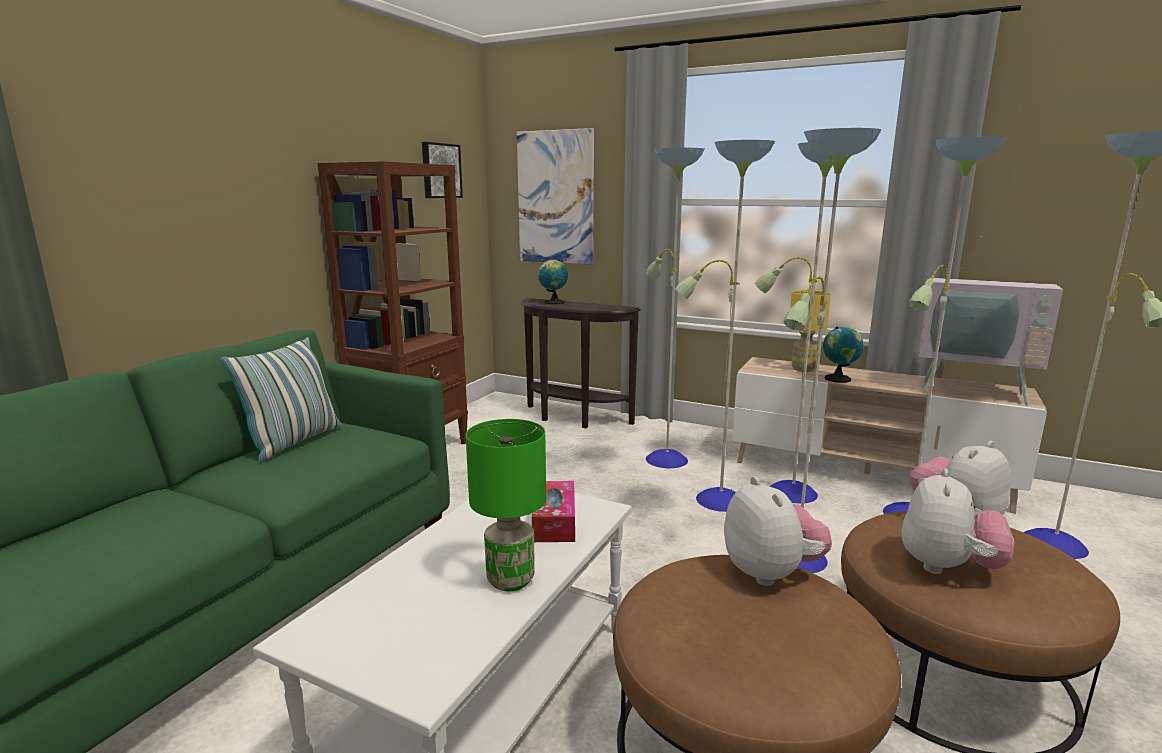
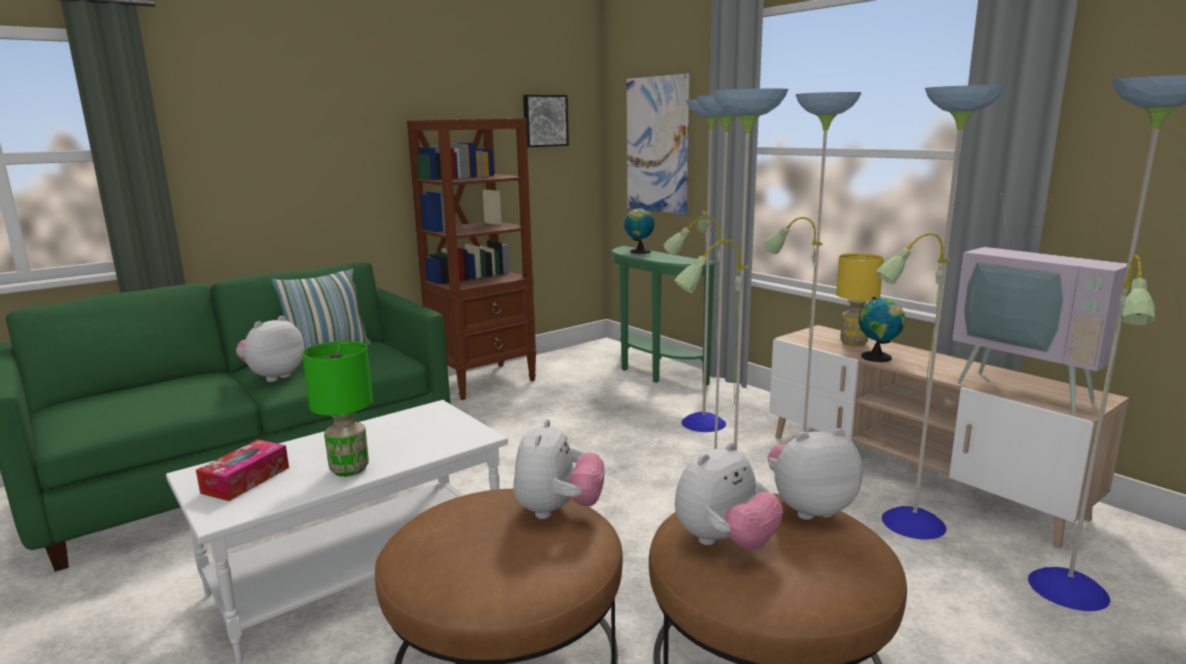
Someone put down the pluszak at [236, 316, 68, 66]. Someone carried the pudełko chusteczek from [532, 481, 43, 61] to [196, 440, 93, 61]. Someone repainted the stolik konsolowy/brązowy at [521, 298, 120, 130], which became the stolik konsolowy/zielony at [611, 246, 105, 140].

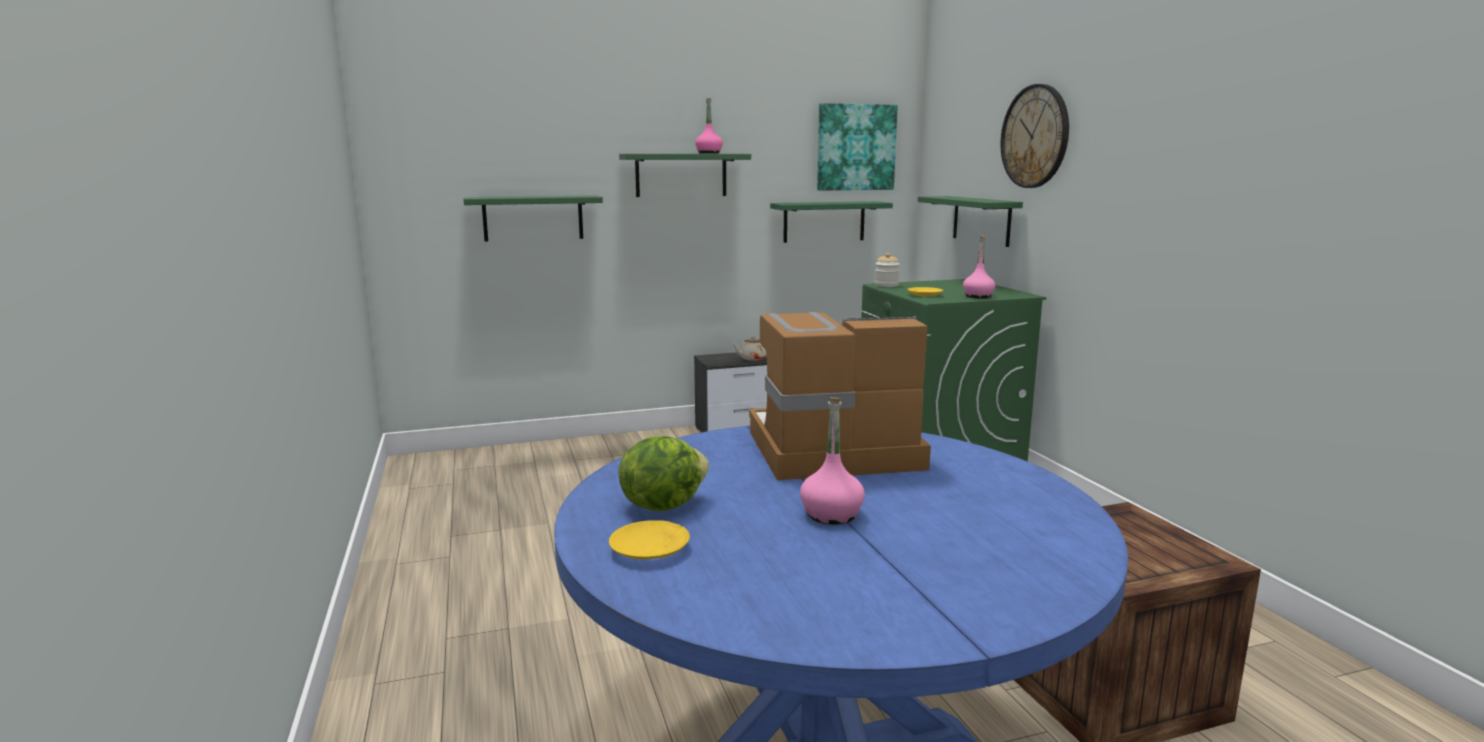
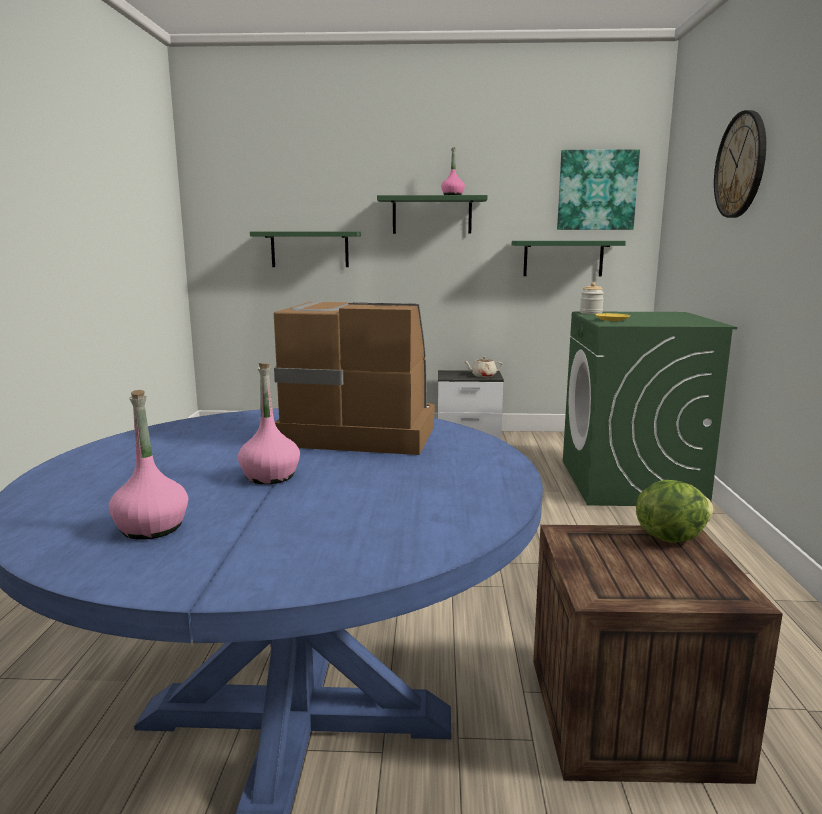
Someone took away the talerz/żółty at [609, 520, 81, 40]. Someone took away the półka/zielony at [918, 196, 105, 51]. Someone carried the sałata from [618, 436, 91, 76] to [636, 480, 78, 63]. Someone carried the butelka/różowy from [963, 236, 32, 62] to [109, 390, 79, 150].

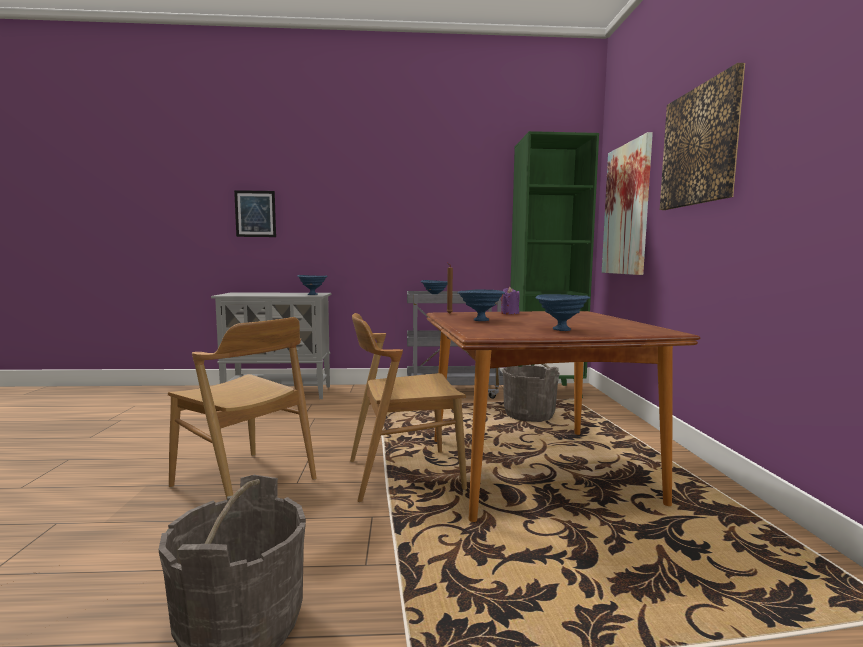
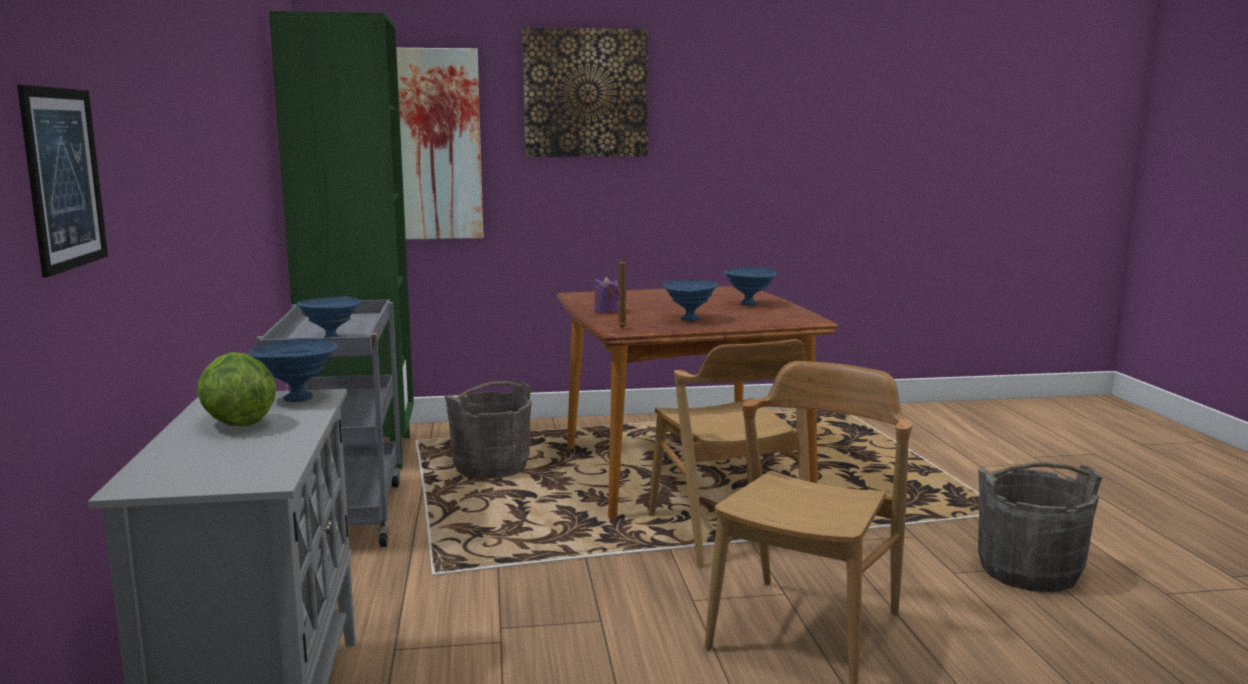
Someone put down the sałata at [197, 352, 79, 74].

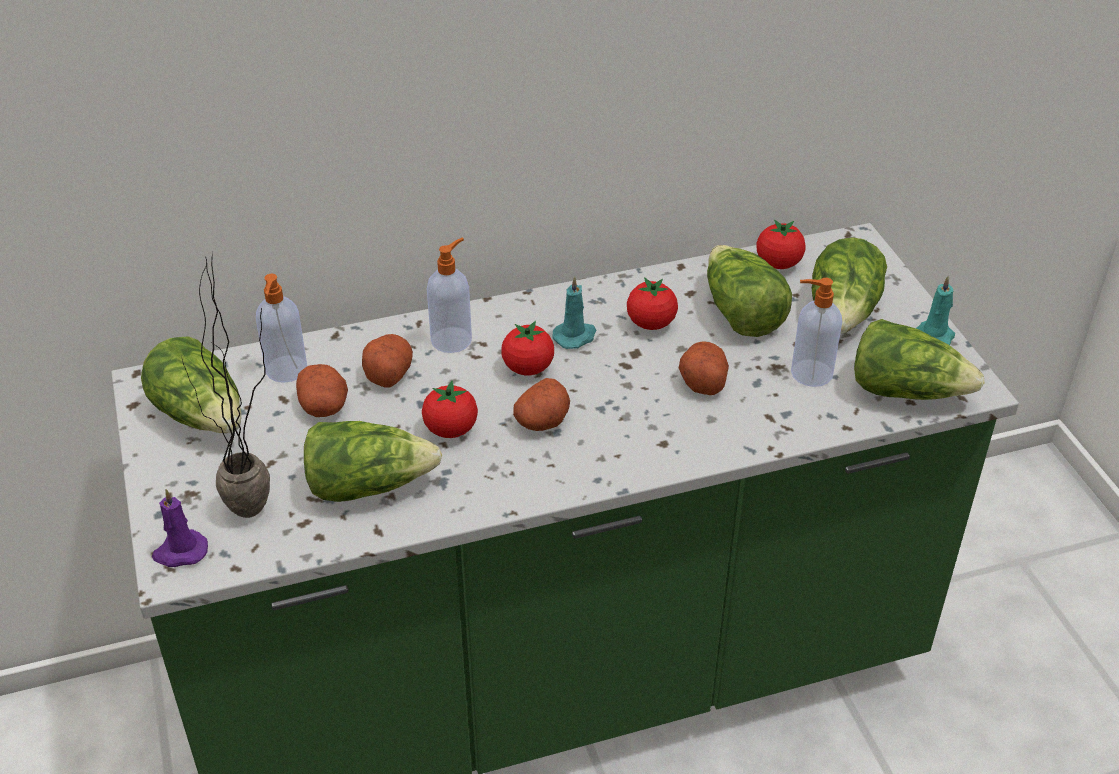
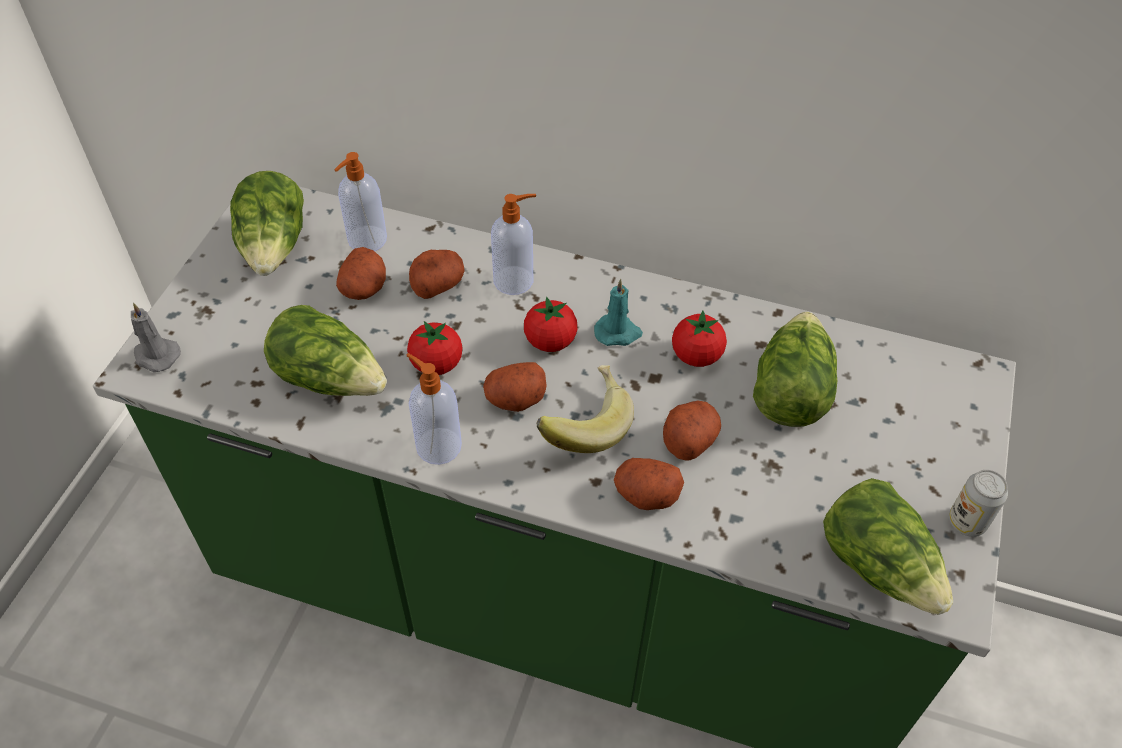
Someone took away the roślina doniczkowa at [181, 253, 89, 265]. Someone took away the pomidor at [756, 220, 50, 49]. Someone took away the sałata at [812, 237, 75, 97]. Someone put down the banan at [536, 365, 98, 88]. Someone put down the ziemniak at [614, 458, 70, 52]. Someone carried the dozownik mydła from [791, 278, 51, 109] to [407, 353, 55, 112]. Someone swapped the świeca/turkusowy at [916, 276, 39, 69] for the puszka at [949, 470, 59, 67]. Someone repainted the świeca/fioletowy at [152, 489, 56, 78], which became the świeca/szary at [131, 302, 50, 70].

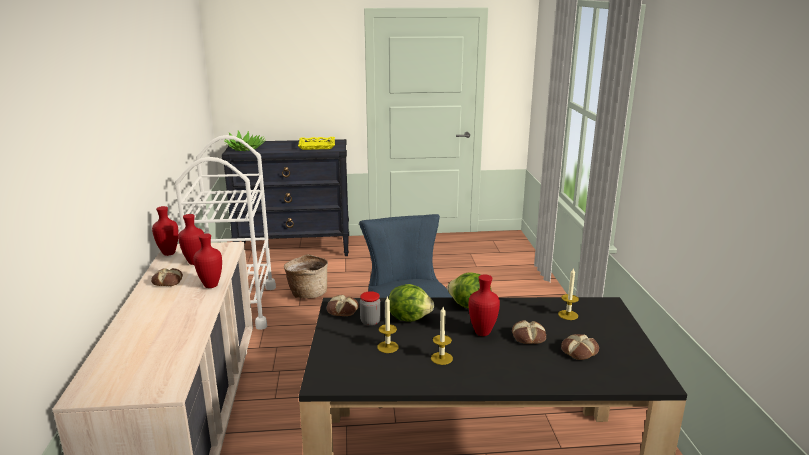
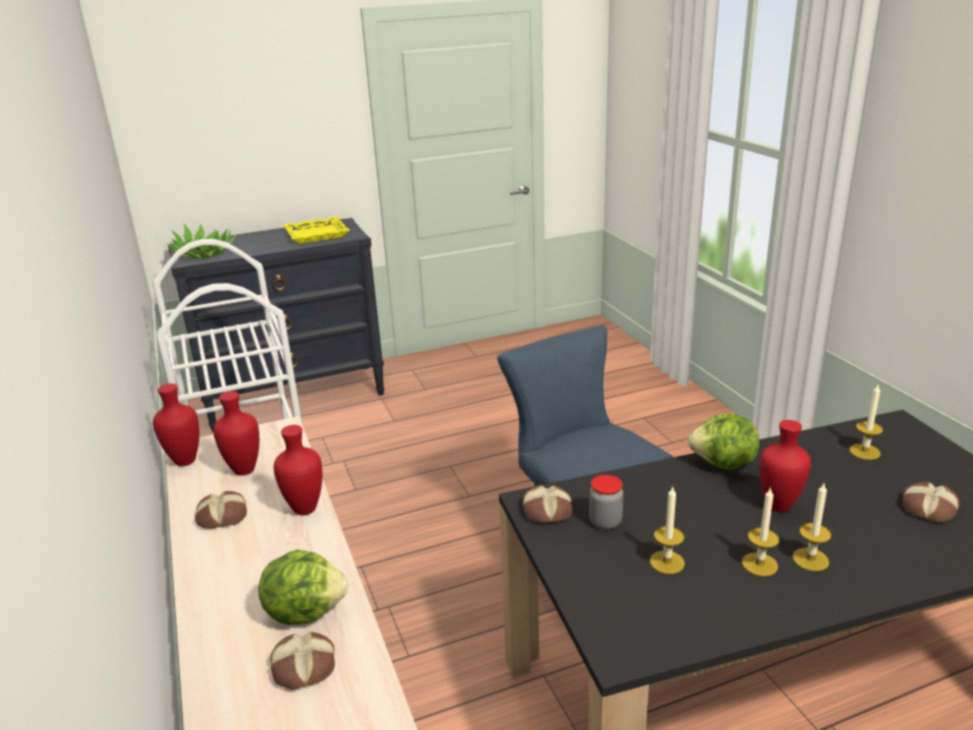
Someone took away the koszyk at [284, 254, 44, 44]. Someone put down the świeca at [792, 484, 40, 87]. Someone carried the sałata from [388, 284, 46, 38] to [259, 550, 89, 75]. Someone carried the chleb from [512, 320, 34, 24] to [271, 632, 64, 57].

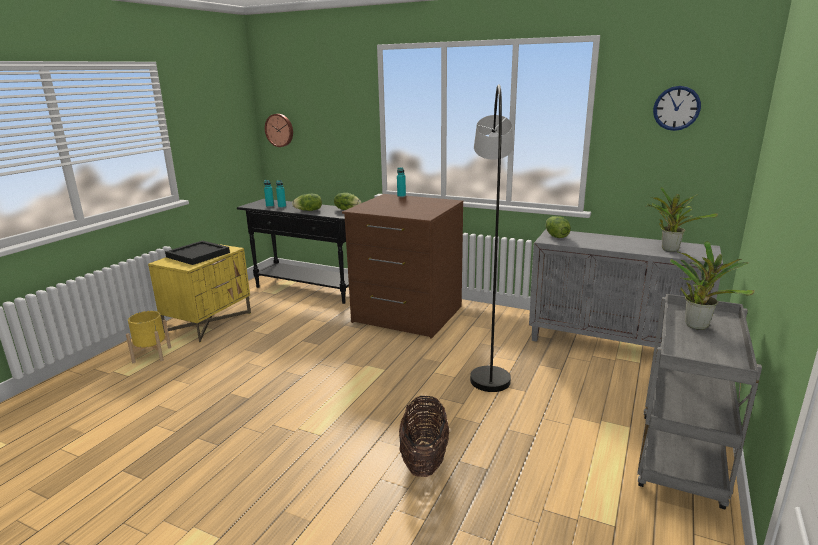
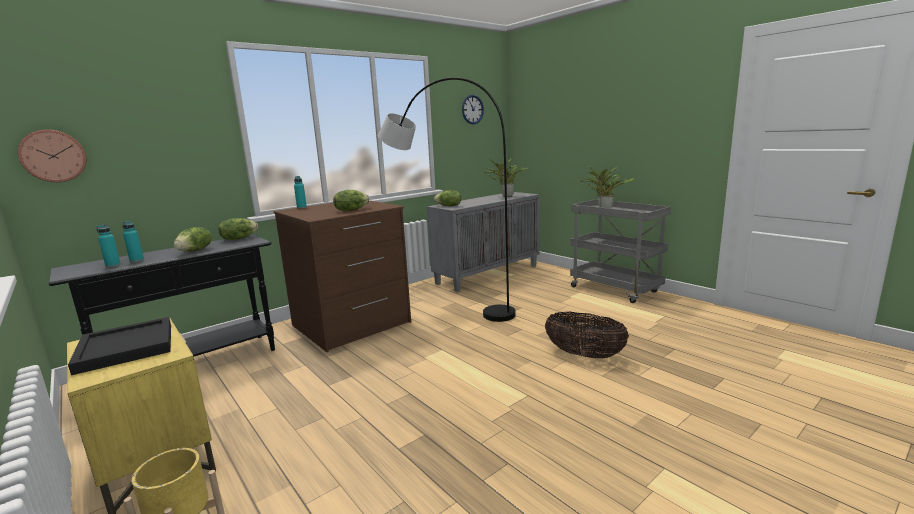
Someone put down the sałata at [333, 190, 36, 21].

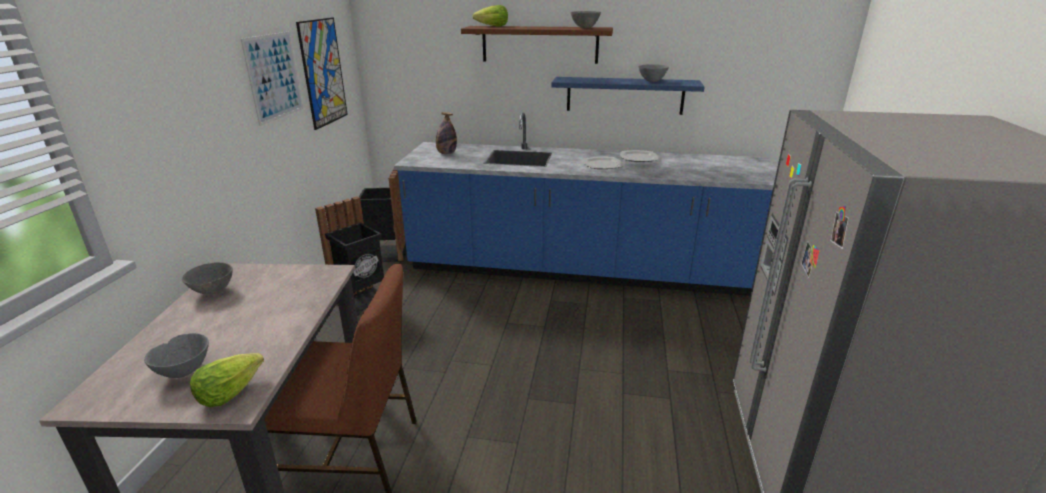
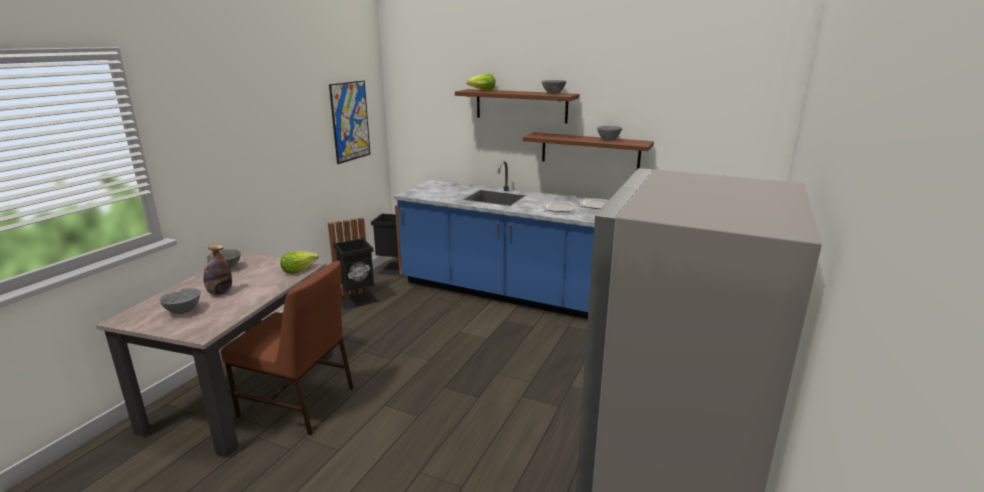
Someone took away the obraz at [241, 31, 62, 95]. Someone carried the sałata from [190, 353, 74, 54] to [280, 251, 38, 23]. Someone carried the butelka from [436, 112, 21, 42] to [203, 245, 29, 50]. Someone repainted the półka/niebieski at [551, 77, 154, 38], which became the półka/brązowy at [523, 132, 131, 37].

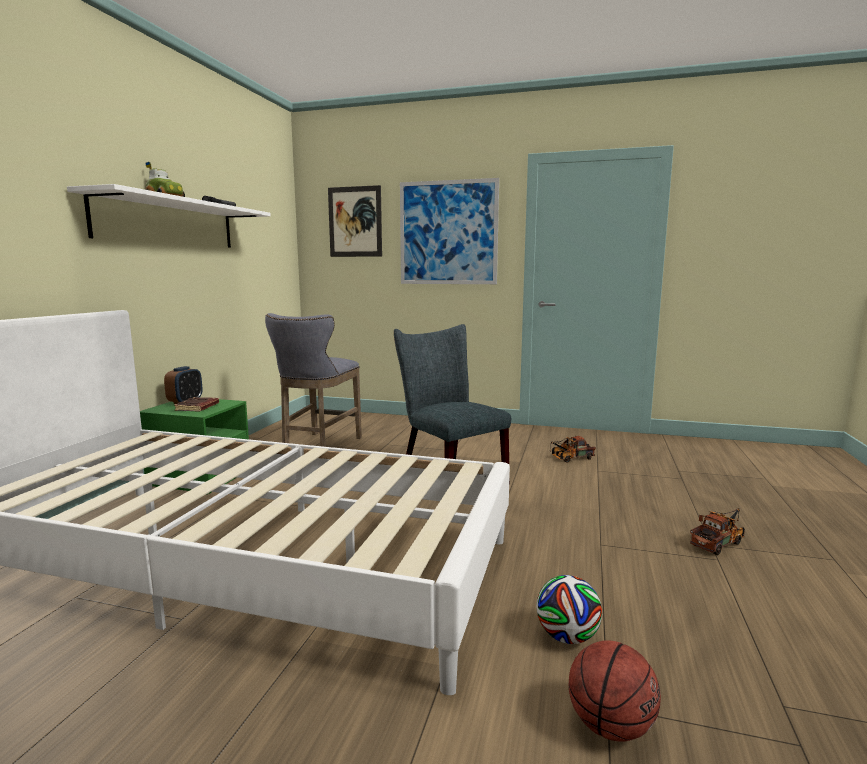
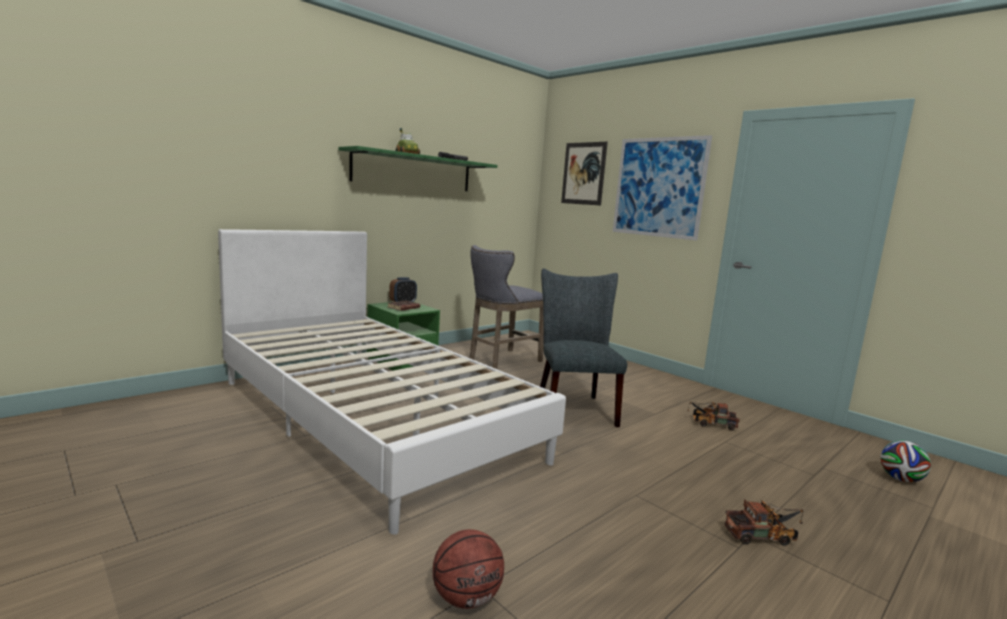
Someone carried the piłka futbolowa from [537, 575, 65, 69] to [880, 440, 51, 42]. Someone repainted the półka/biały at [67, 184, 204, 64], which became the półka/zielony at [339, 146, 158, 45].

